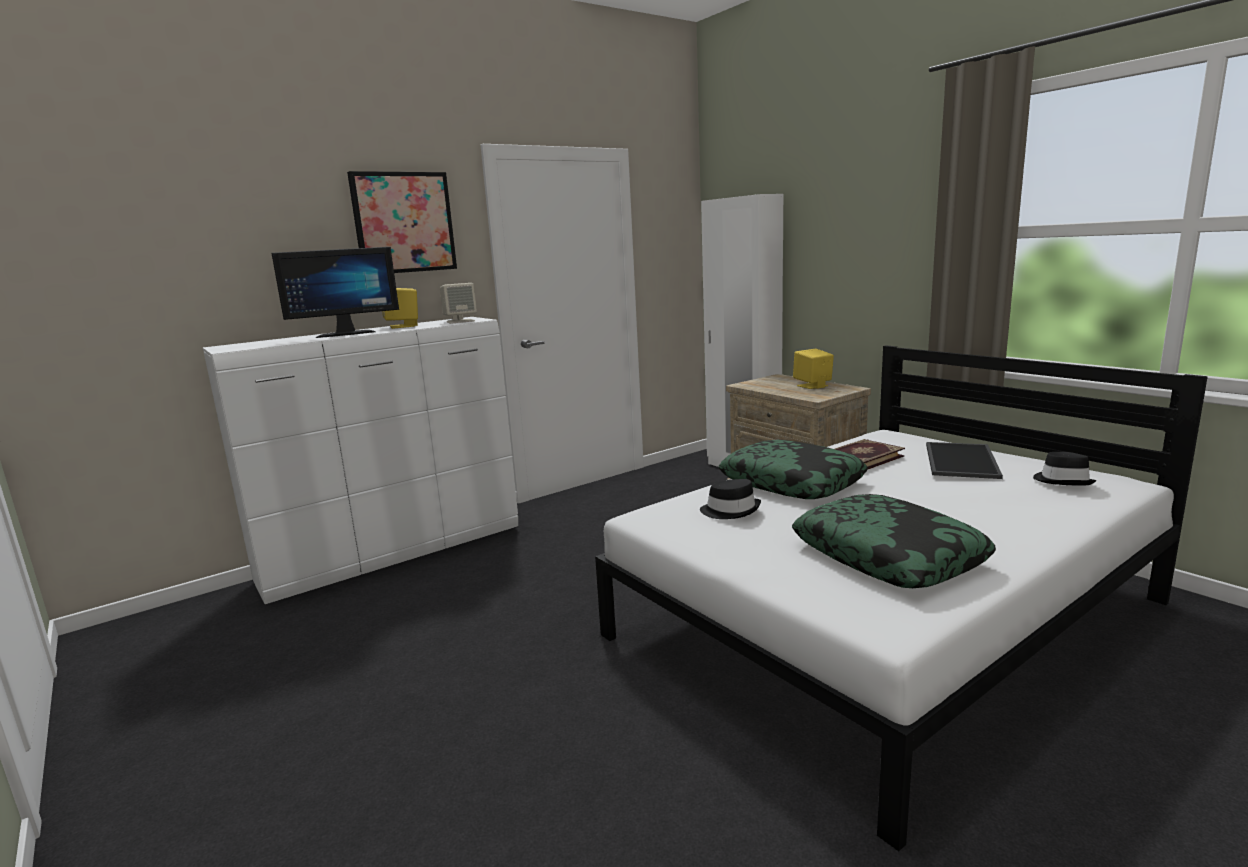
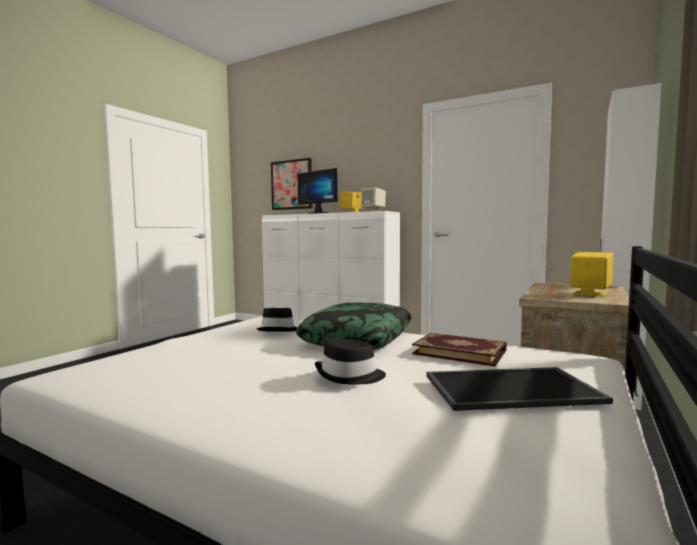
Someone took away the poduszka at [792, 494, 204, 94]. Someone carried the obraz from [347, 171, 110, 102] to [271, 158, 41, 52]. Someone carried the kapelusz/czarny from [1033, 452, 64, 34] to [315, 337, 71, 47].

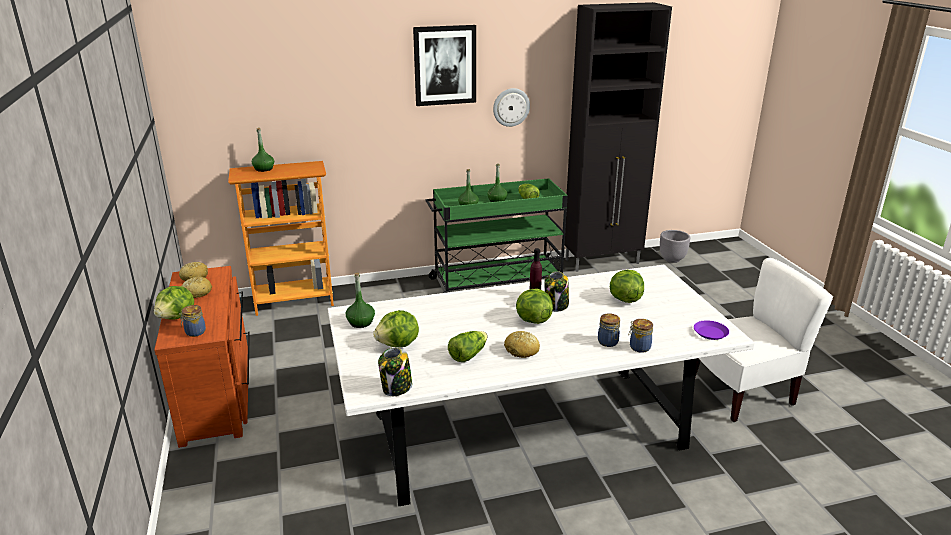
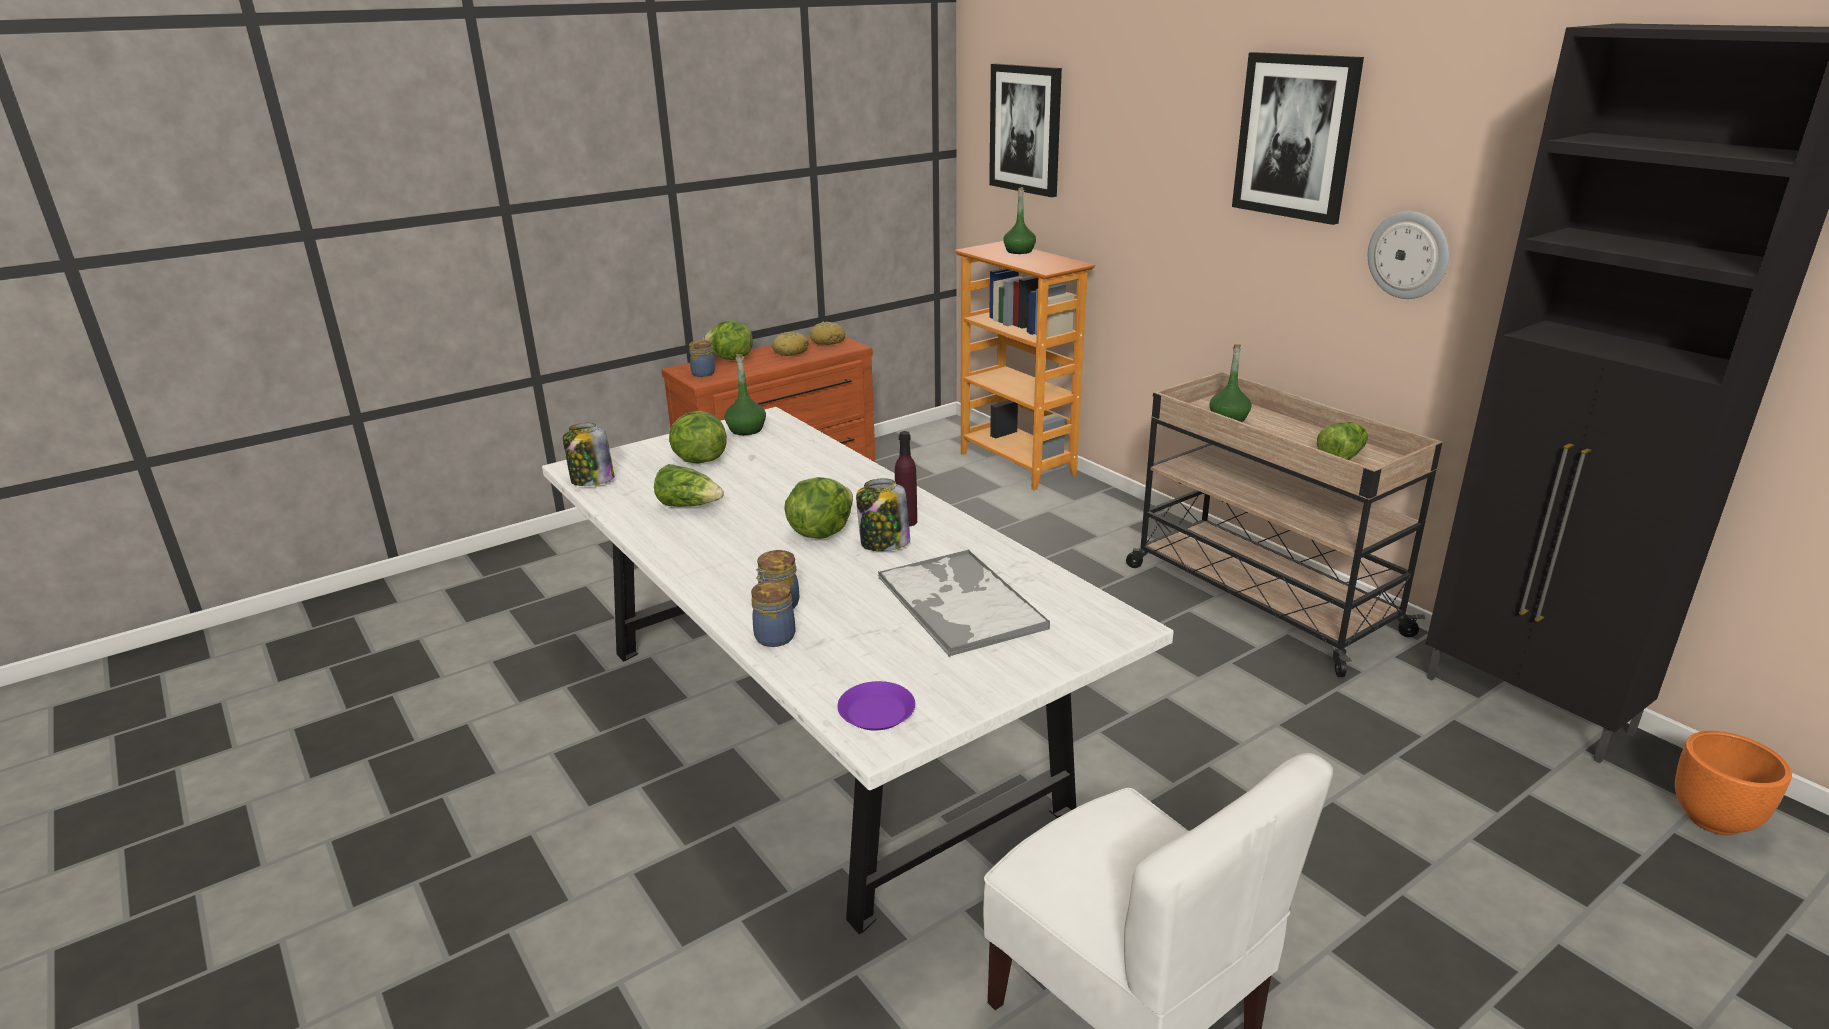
Someone took away the butelka/zielony at [487, 164, 20, 38]. Someone took away the chleb at [504, 331, 36, 27]. Someone put up the obraz at [989, 64, 73, 133]. Someone swapped the sałata at [610, 270, 34, 33] for the taca at [878, 550, 172, 107]. Someone repainted the wózek/zielony at [426, 178, 142, 115], which became the wózek/beżowy at [1126, 371, 316, 306]. Someone repainted the donica/szary at [660, 230, 30, 33], which became the donica/pomarańczowy at [1675, 731, 117, 104].

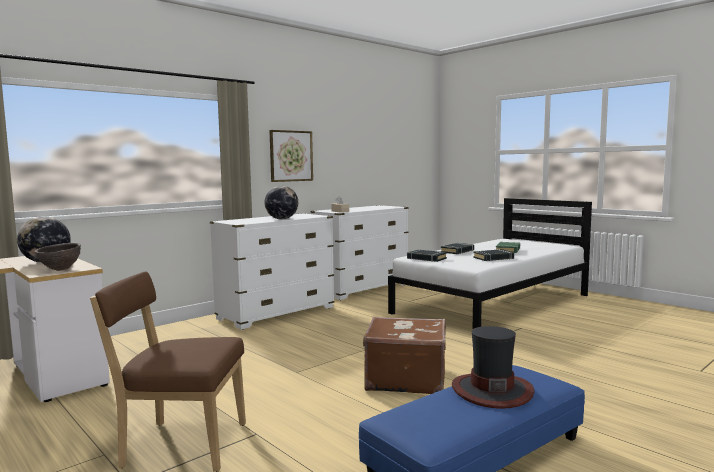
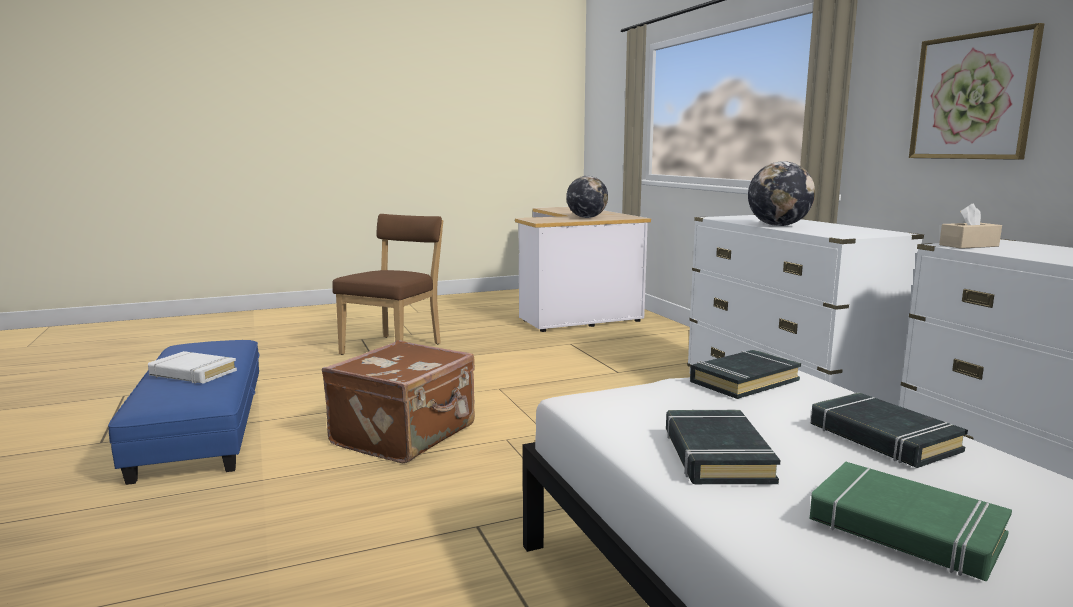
Someone took away the miska/brązowy at [34, 243, 47, 28]. Someone swapped the kapelusz at [452, 326, 82, 83] for the książka/biały at [148, 351, 89, 32].

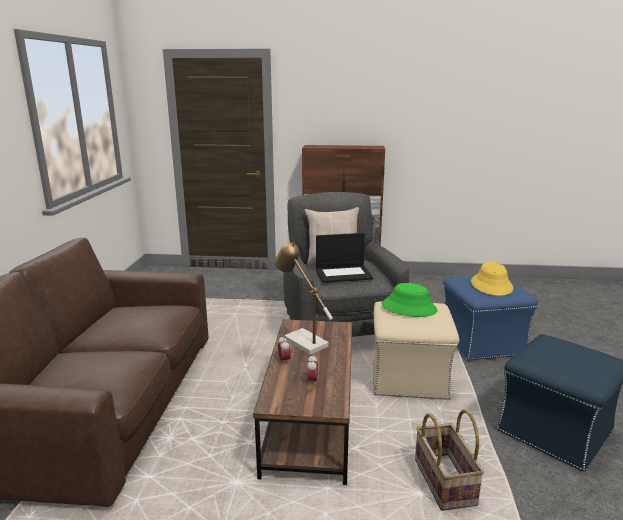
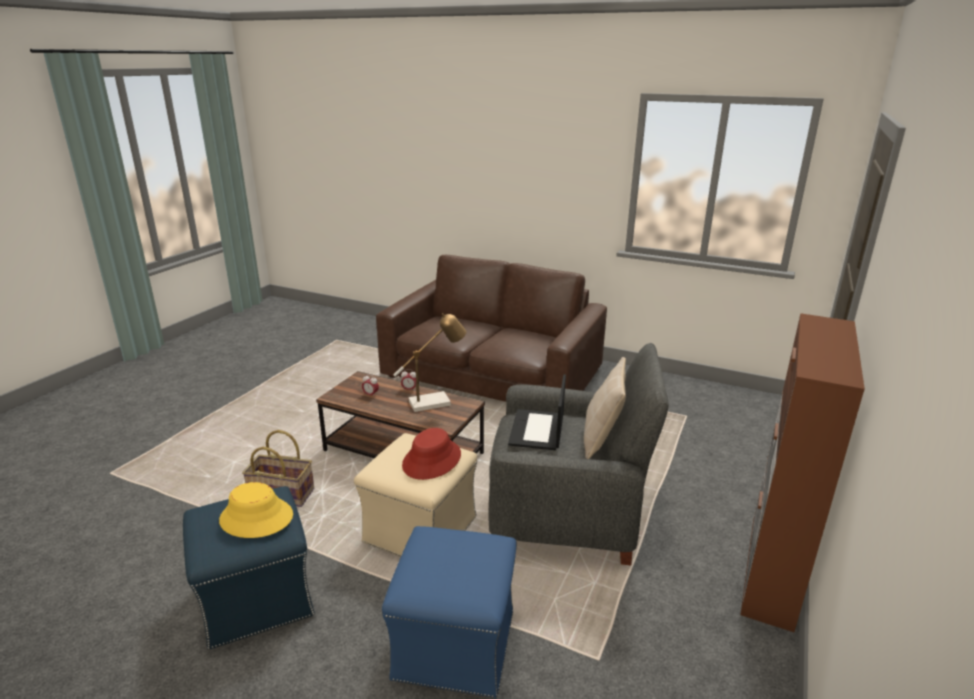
Someone carried the kapelusz/żółty from [471, 262, 42, 34] to [219, 482, 74, 56]. Someone repainted the kapelusz/zielony at [381, 283, 57, 34], which became the kapelusz/czerwony at [402, 428, 59, 52].

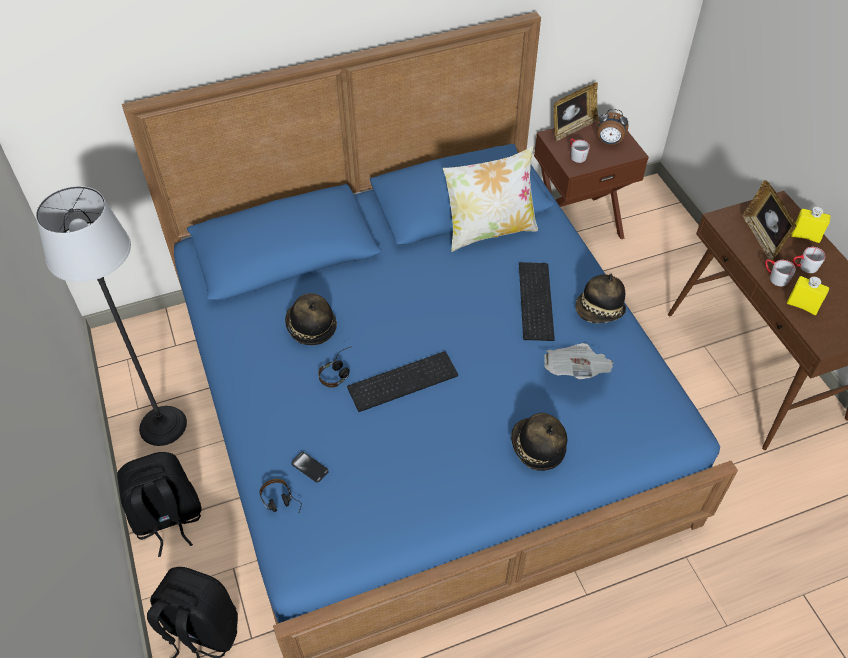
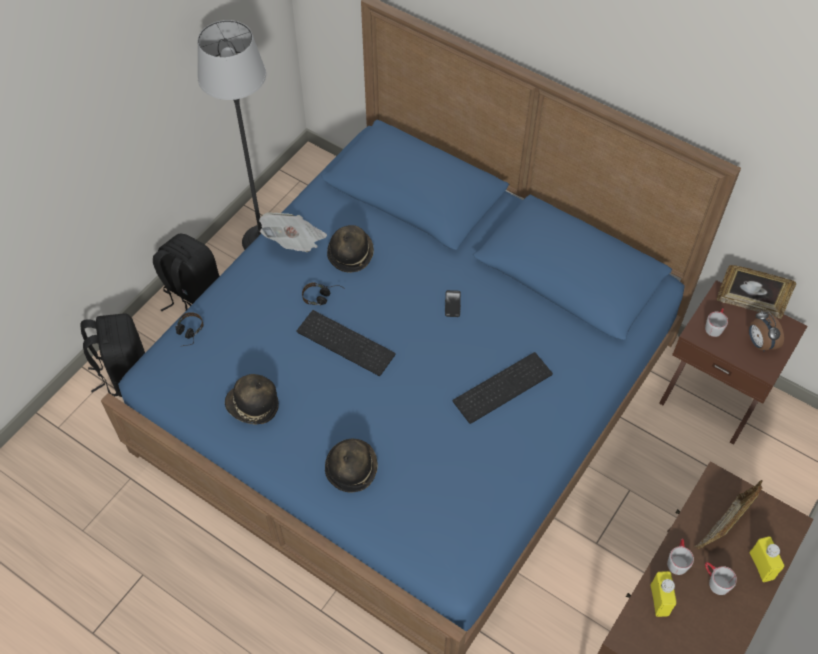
Someone took away the poduszka at [443, 146, 95, 106]. Someone carried the telefon from [291, 452, 38, 31] to [445, 290, 16, 27]. Someone carried the gazeta from [544, 343, 70, 36] to [259, 212, 68, 40]. Someone carried the kapelusz from [575, 274, 51, 49] to [225, 374, 54, 50].

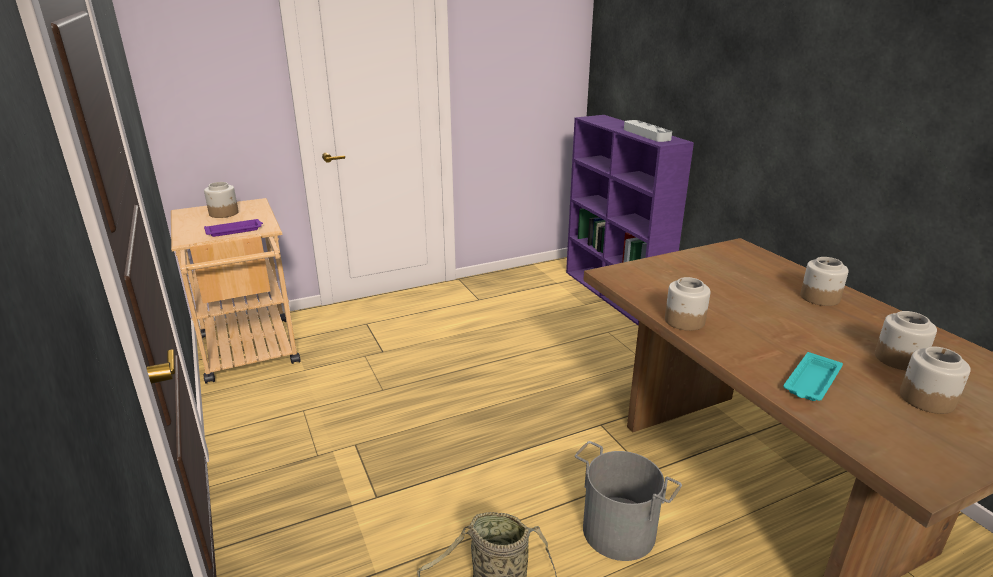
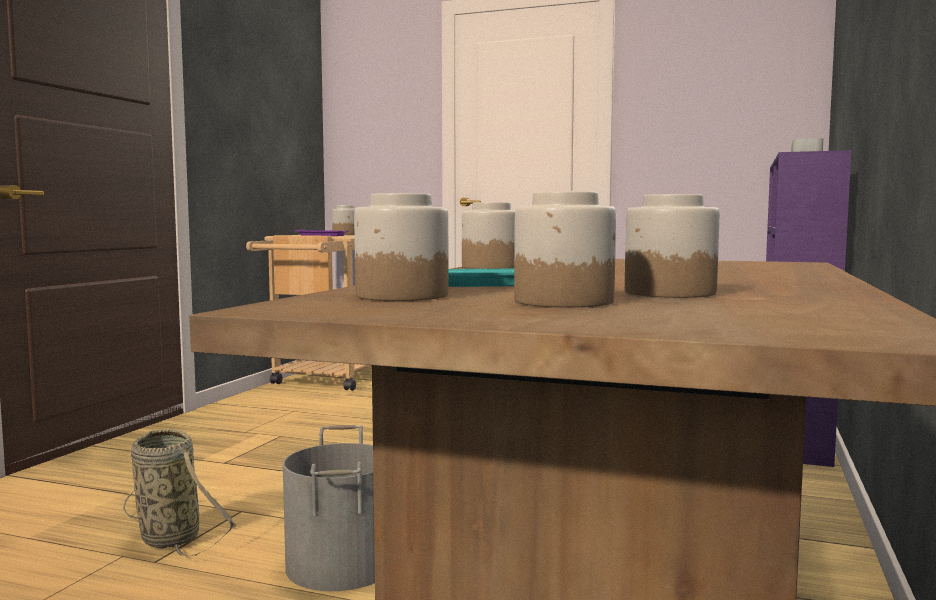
Someone carried the słoik from [800, 257, 49, 49] to [354, 193, 95, 108].

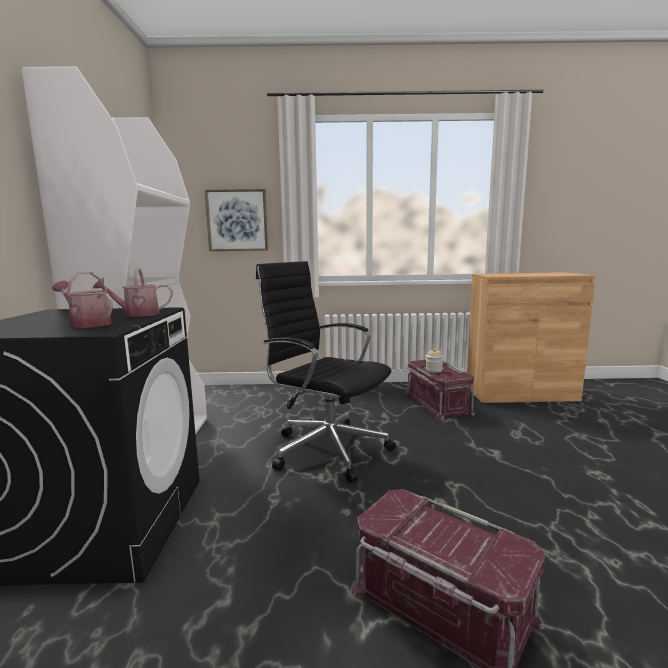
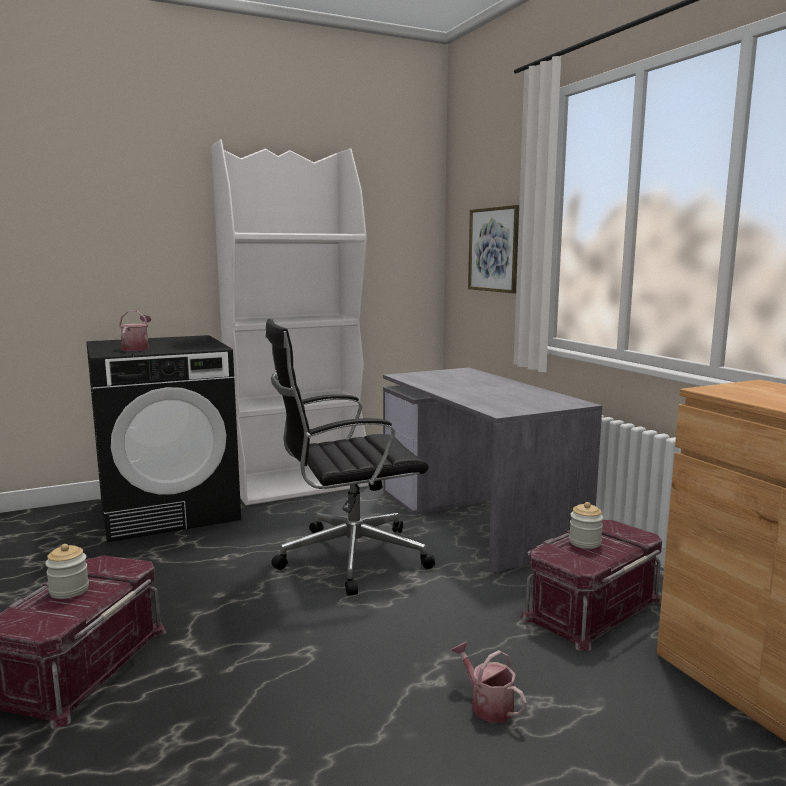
Someone put down the słoik at [45, 544, 44, 55]. Someone put down the biurko/szary at [383, 368, 219, 205]. Someone carried the konewka from [93, 268, 80, 49] to [451, 642, 76, 81]. Someone rotated the krzesło biurowe/czarny at [256, 261, 140, 222] by 120 degrees counterclockwise.

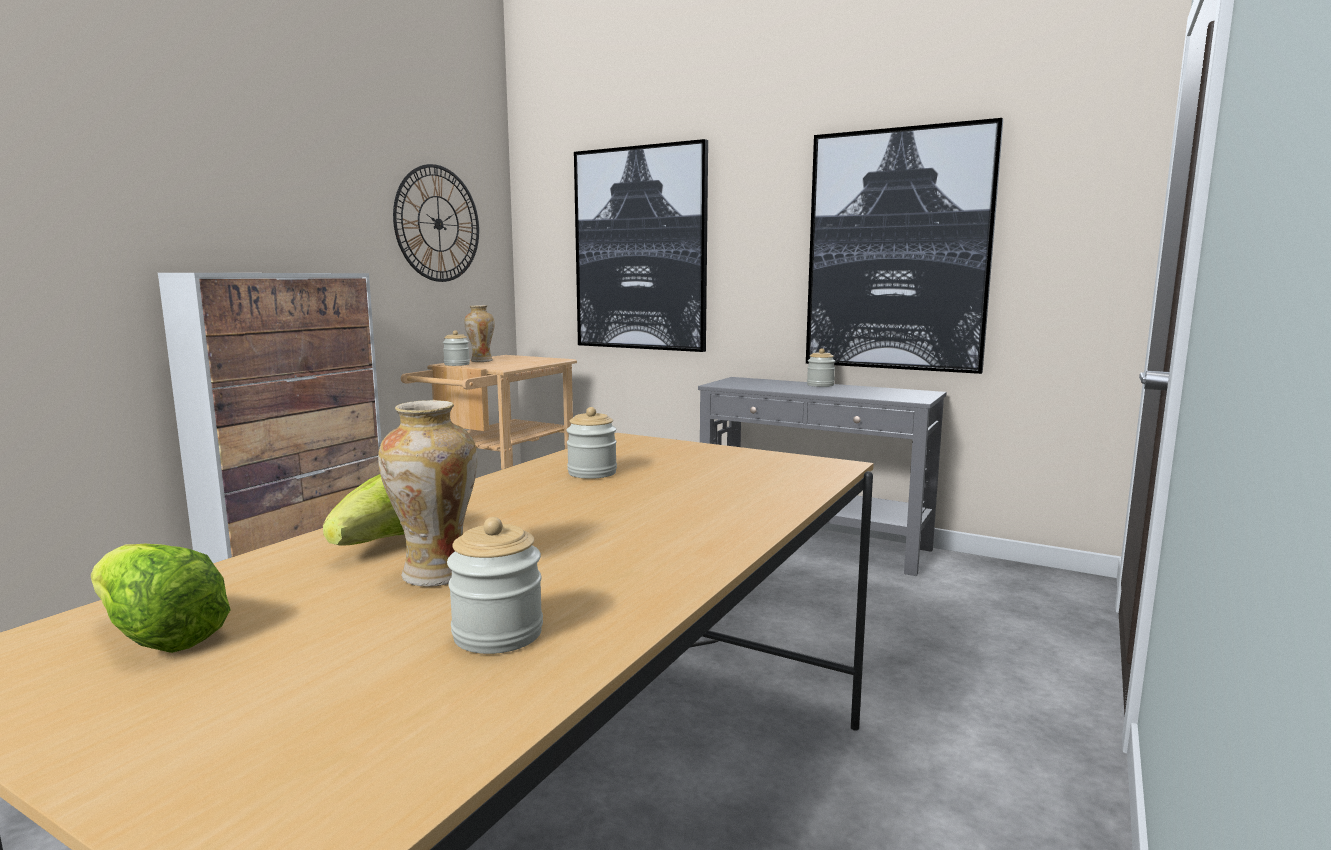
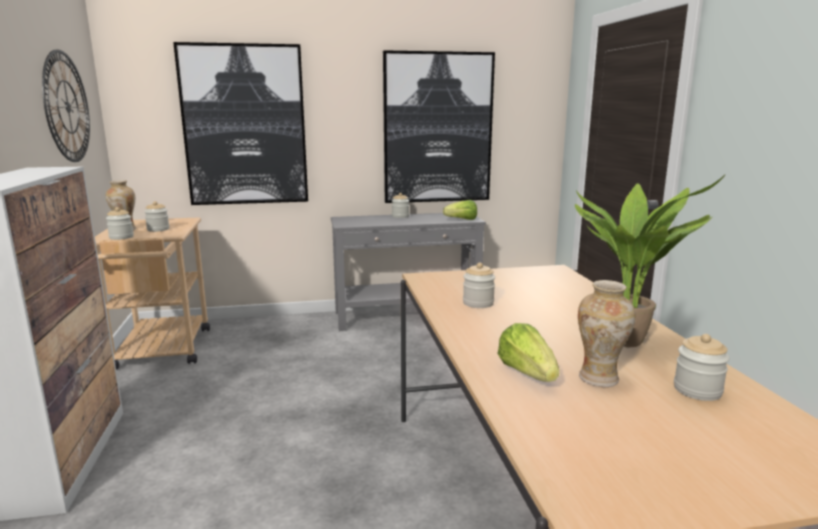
Someone put down the słoik at [144, 201, 26, 31]. Someone put down the roślina doniczkowa at [575, 174, 151, 173]. Someone carried the sałata from [91, 544, 140, 109] to [443, 200, 34, 20].

